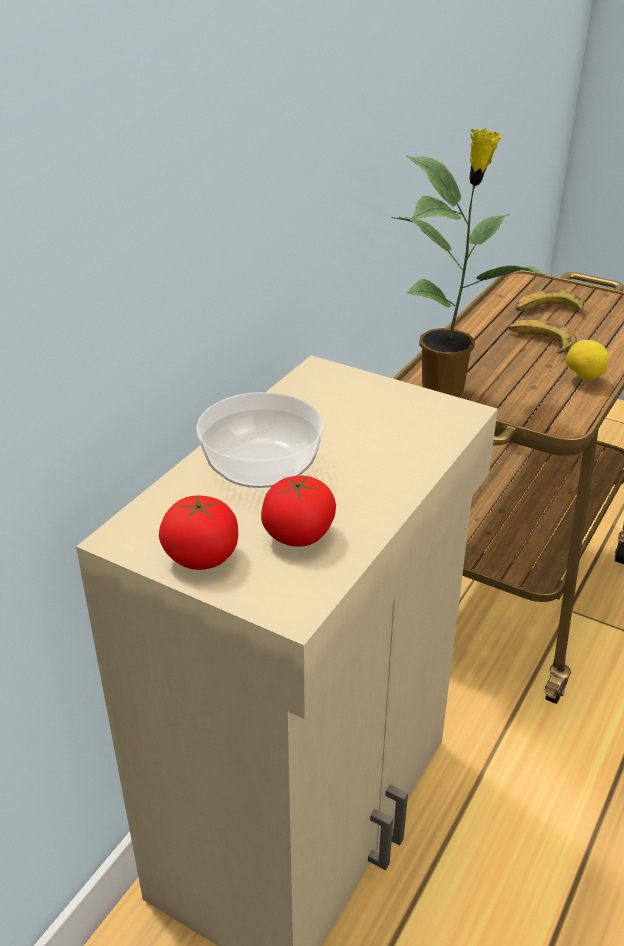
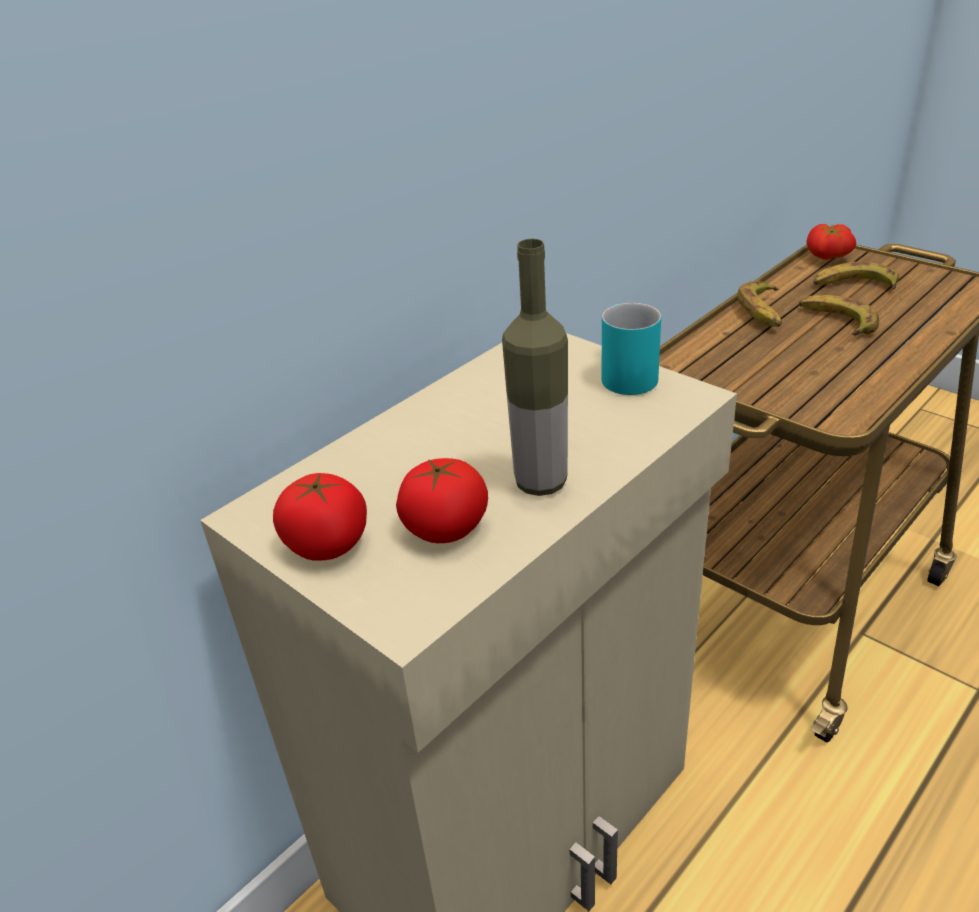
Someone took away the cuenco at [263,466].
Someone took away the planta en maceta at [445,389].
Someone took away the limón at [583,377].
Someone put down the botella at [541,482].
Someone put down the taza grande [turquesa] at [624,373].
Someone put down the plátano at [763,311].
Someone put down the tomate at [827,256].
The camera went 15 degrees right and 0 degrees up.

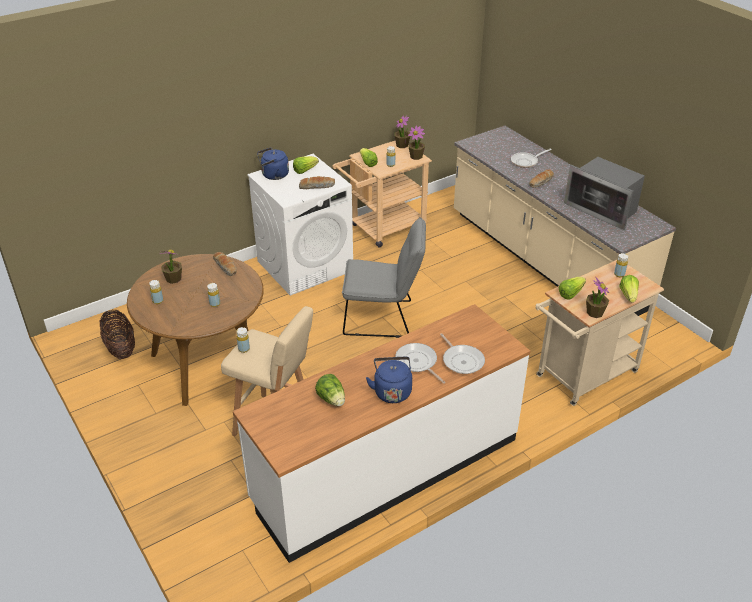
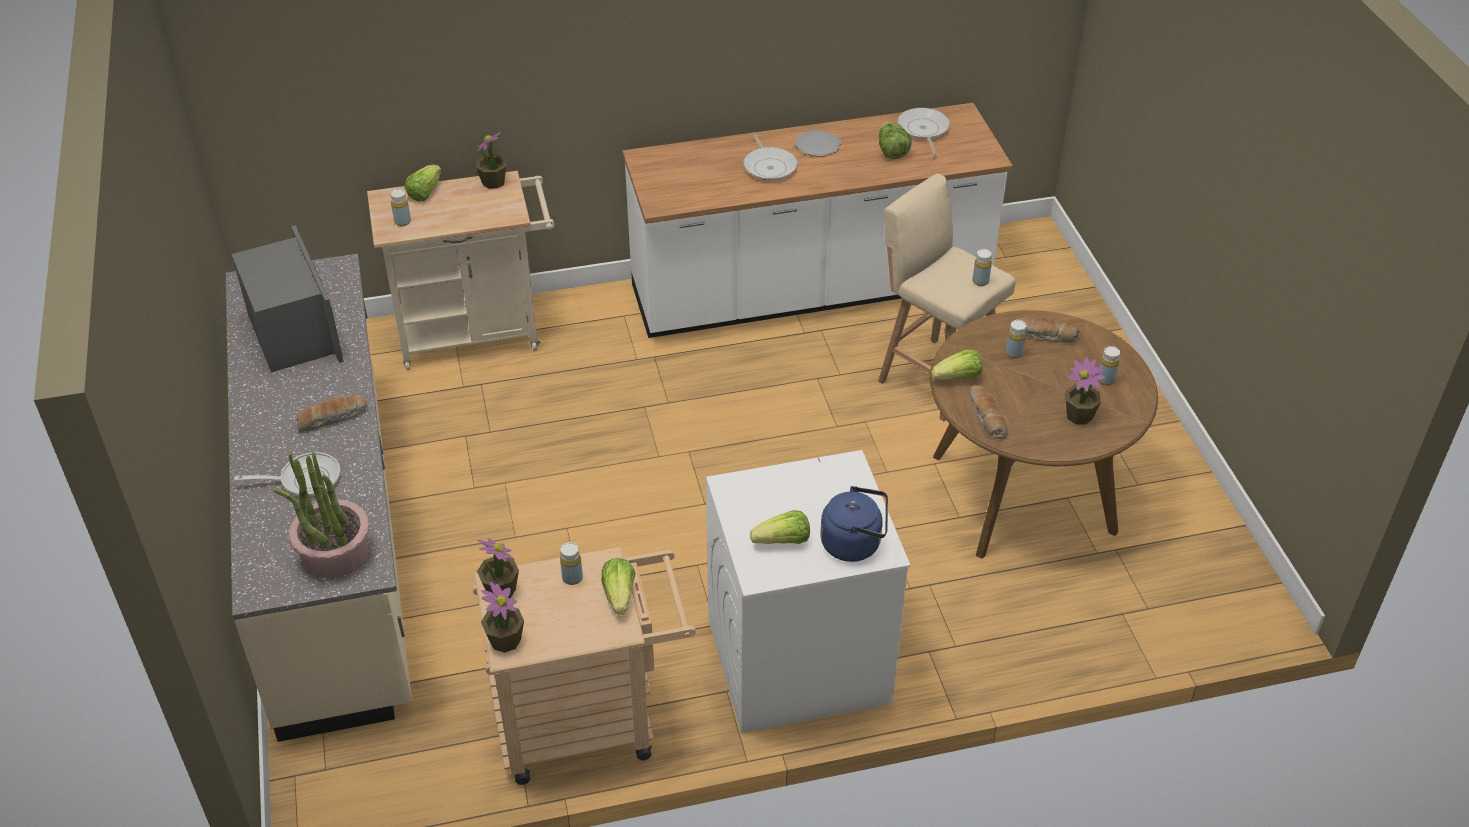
Someone took away the cesta at [121,348].
Someone took away the silla [gris] at [383,318].
Someone put down the planta en maceta at [334,553].
Someone carried the pan from [317,186] to [1045,336].
Someone carried the sartén from [462,360] to [923,130].
Someone carried the lechuga from [570,293] to [958,378].
Someone swapped the hervidor [azul] at [392,391] for the plato at [817,145].
The camera went 160 degrees left and 5 degrees up.

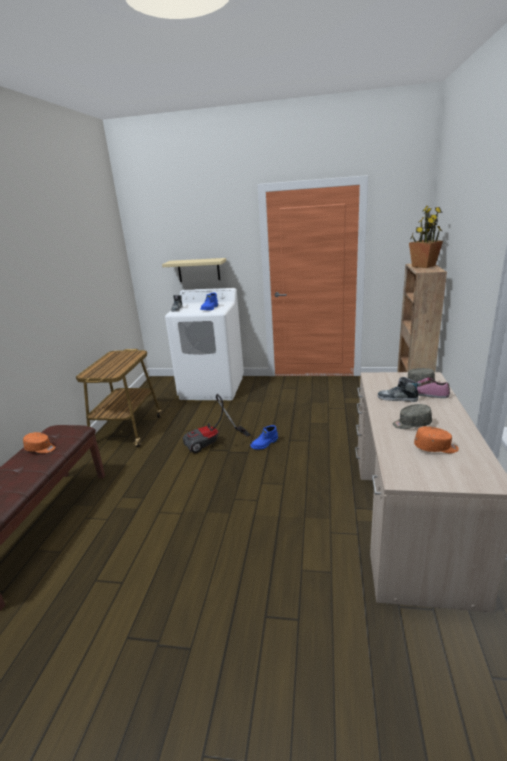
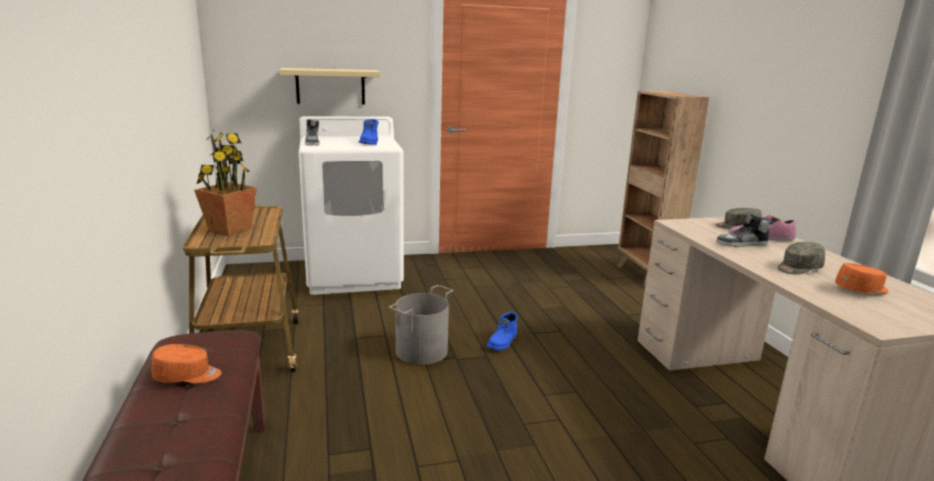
Someone carried the planta en maceta from [423,266] to [229,229].
Someone swapped the aspiradora at [212,443] for the cubo [gris] at [421,351].
The camera went 25 degrees left and 5 degrees down.

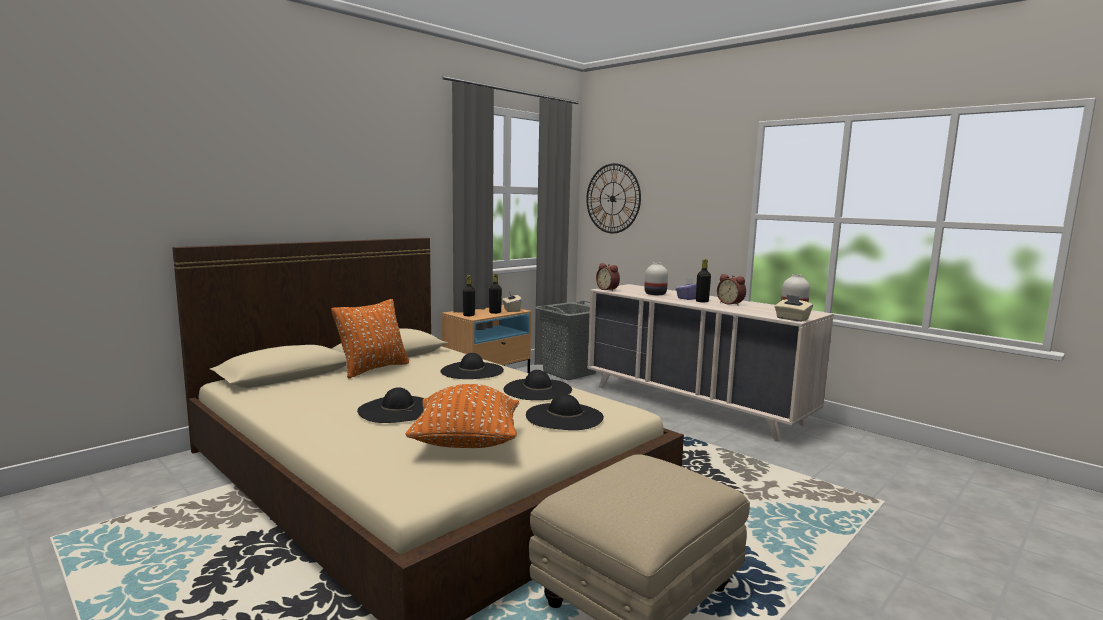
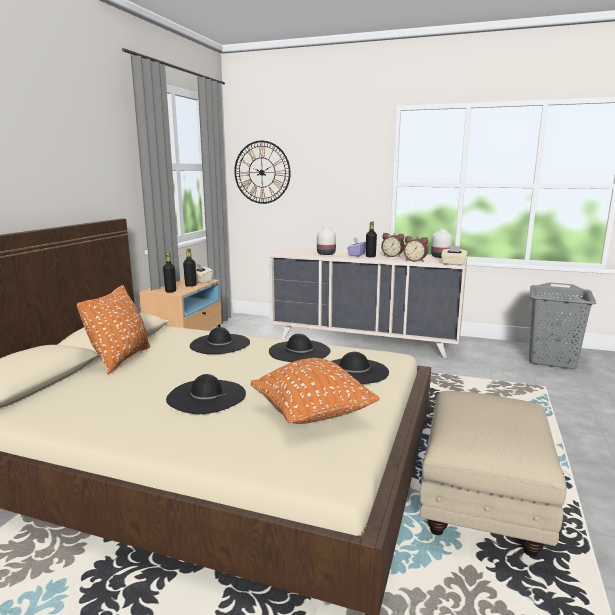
Someone carried the cesto de la ropa [gris] from [569,373] to [552,359].
Someone carried the despertador from [608,289] to [415,260].
The camera went 25 degrees left and 5 degrees up.

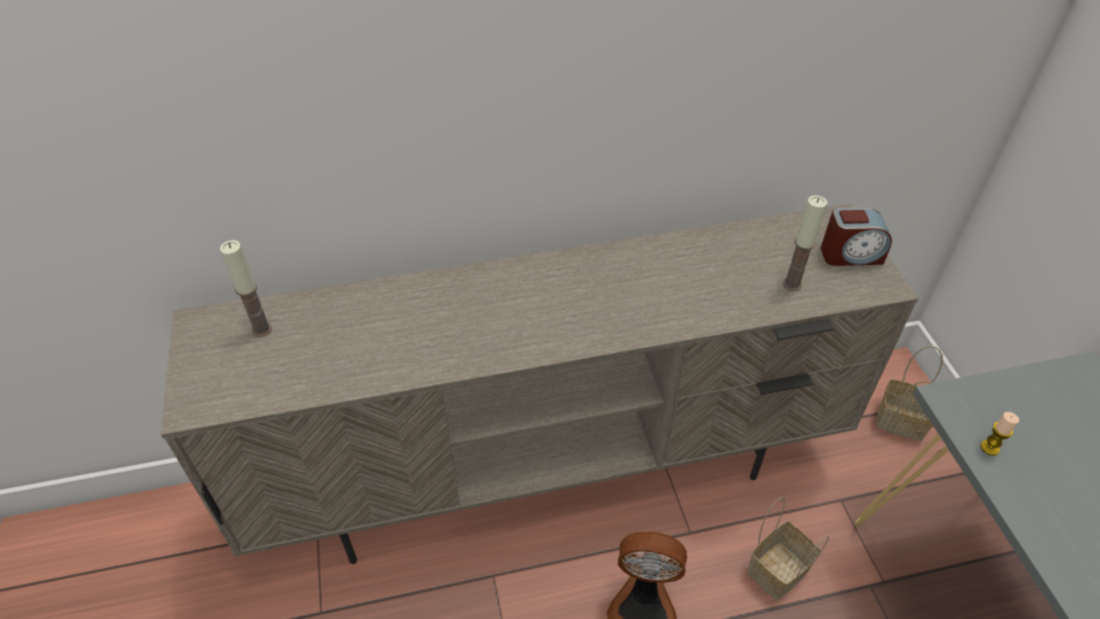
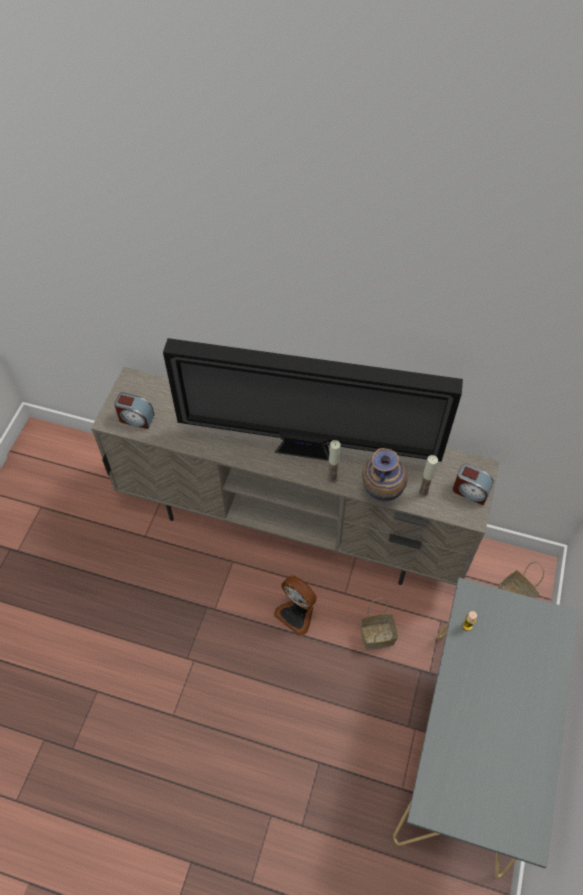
Someone put down the despertador at [136,418].
Someone put down the televisor at [308,450].
Someone put down the florero at [380,494].
Someone carried the vela from [261,329] to [332,478].
The camera went 30 degrees right and 10 degrees up.

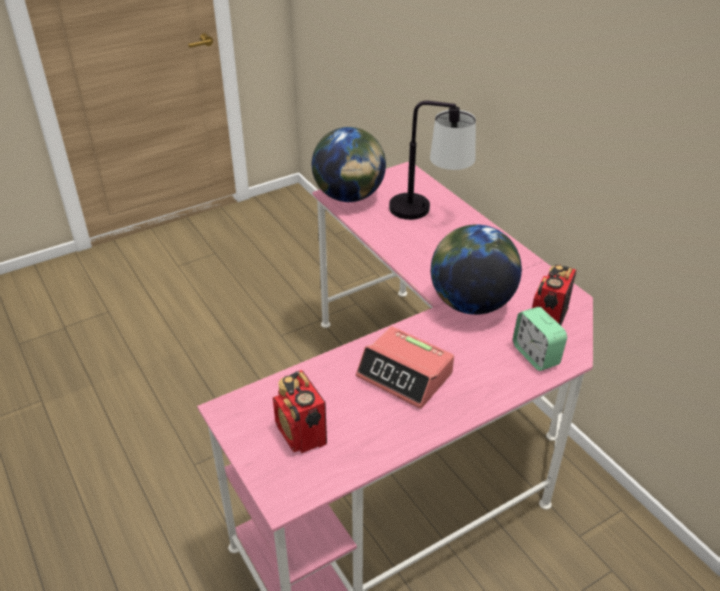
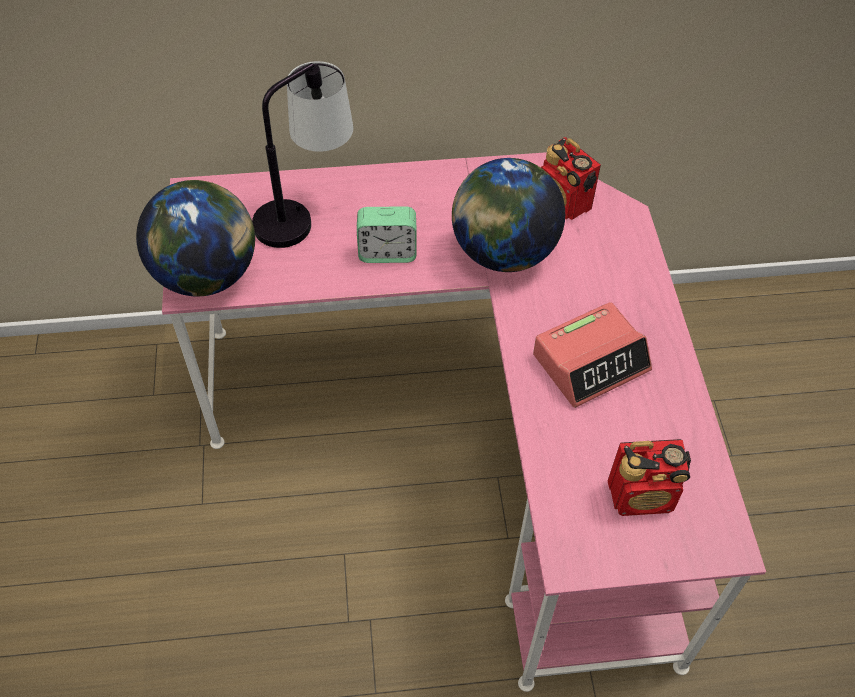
Someone carried the despertador from [535,355] to [387,252].
The camera went 65 degrees left and 15 degrees up.

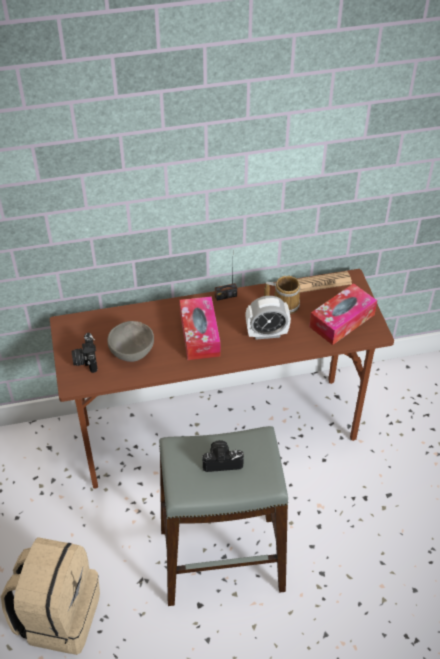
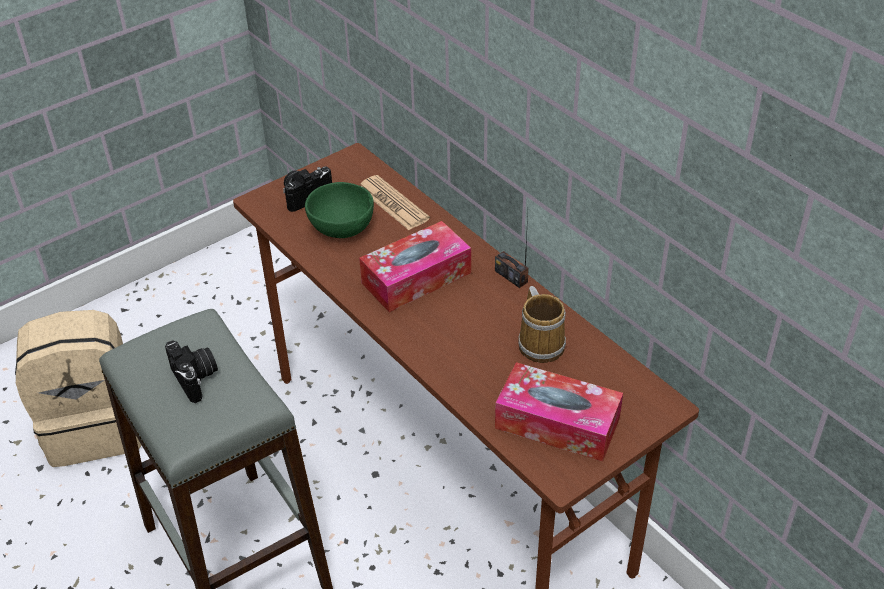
Someone took away the despertador at [266,333].
Someone carried the periódico from [322,282] to [393,203].
Someone repainted the cuenco [gris] at [133,353], which became the cuenco [verde] at [342,230].
The camera went 65 degrees right and 5 degrees down.

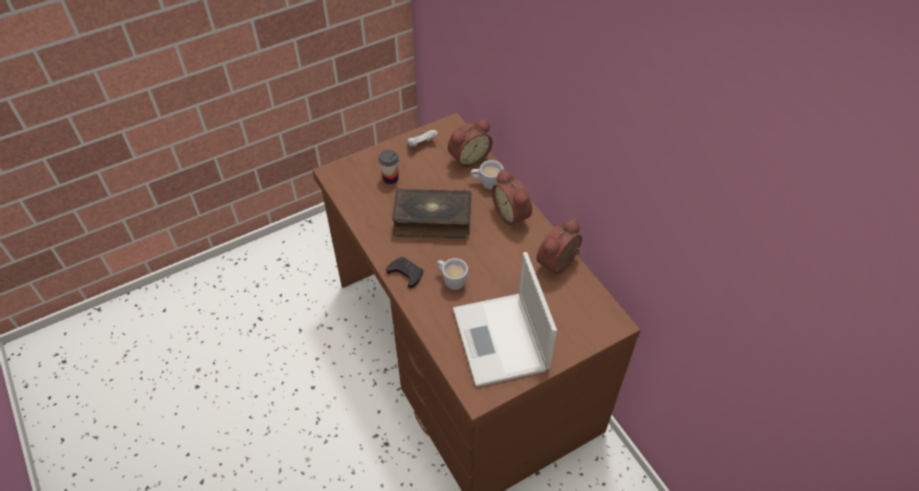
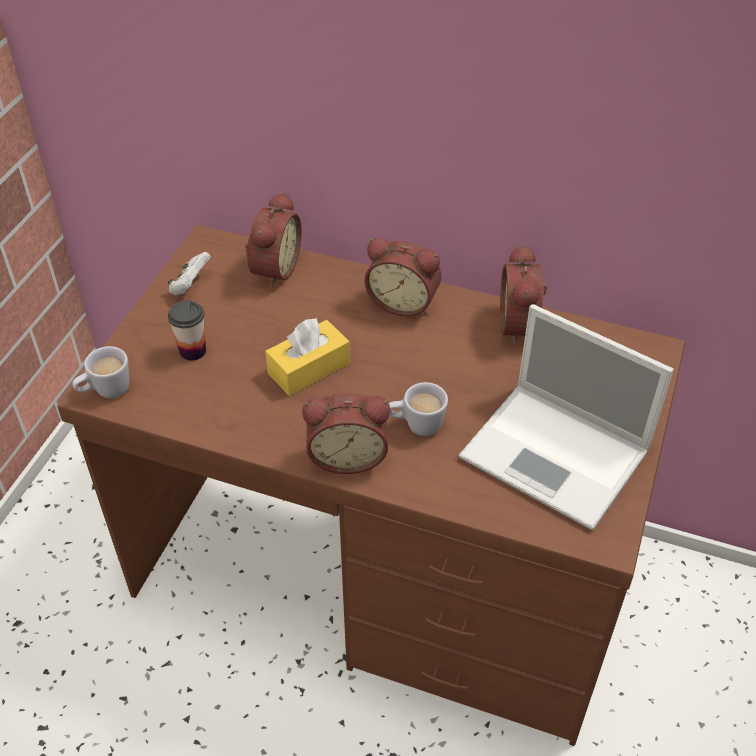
Someone carried the taza grande [blanco] from [486,183] to [106,391].
Someone swapped the mando de consola [negro] at [406,273] for the despertador at [347,455].
Someone swapped the libro at [432,220] for the caja de pañuelos [amarillo] at [309,368].
The camera went 40 degrees left and 5 degrees down.

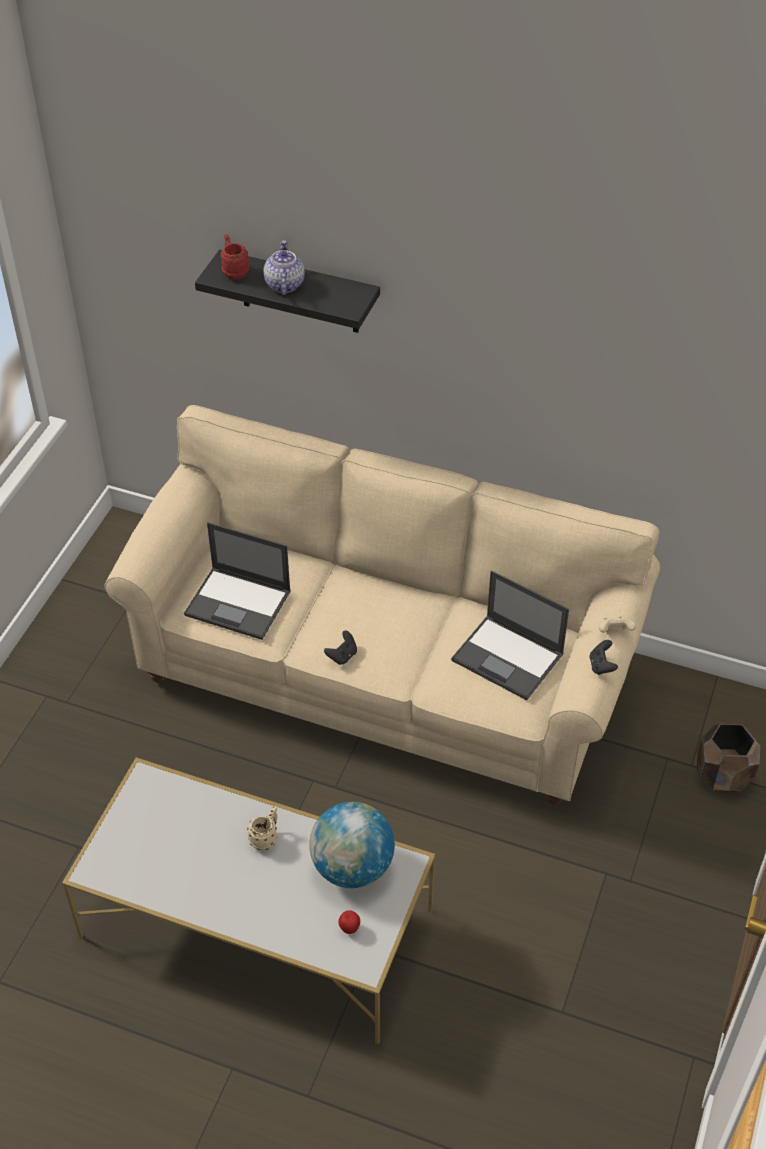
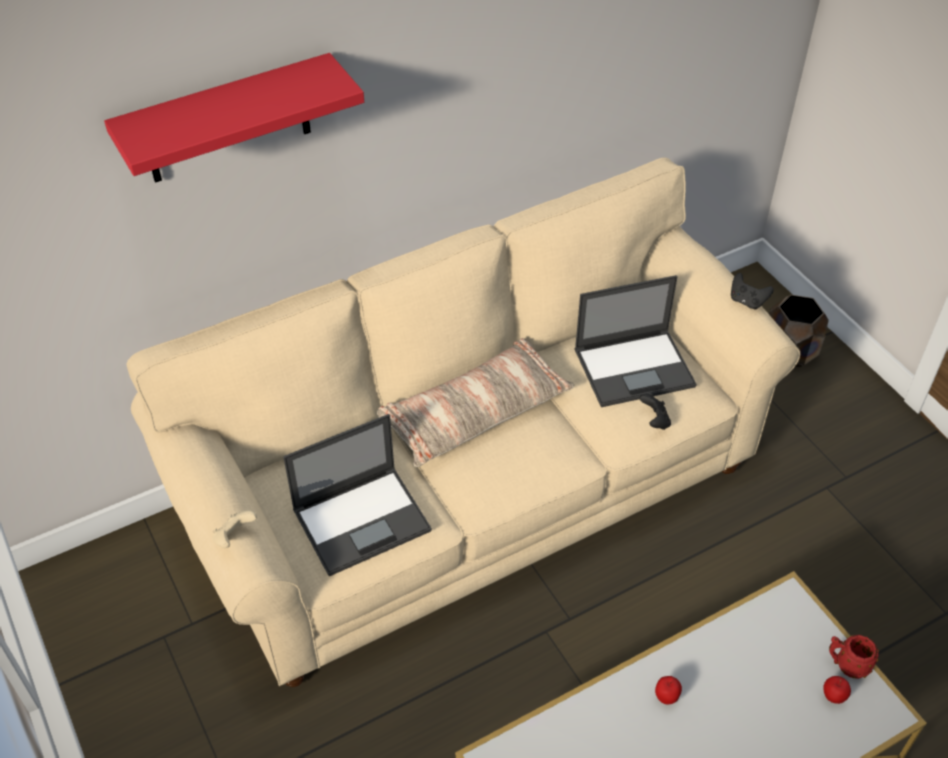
Someone took away the tetera at [284,284].
Someone took away the globo terráqueo at [352,867].
Someone put down the cojín at [475,413].
Someone carried the taza grande [rojo] from [234,271] to [846,665].
Someone carried the mando de consola [negro] from [342,656] to [654,421].
Someone carried the mando de consola [beis] from [614,632] to [234,537].
Someone swapped the taza grande [beis] at [266,838] for the manzana at [666,697].
Someone repainted the estante [negro] at [300,293], which became the estante [rojo] at [227,121].
The camera went 50 degrees left and 0 degrees up.

